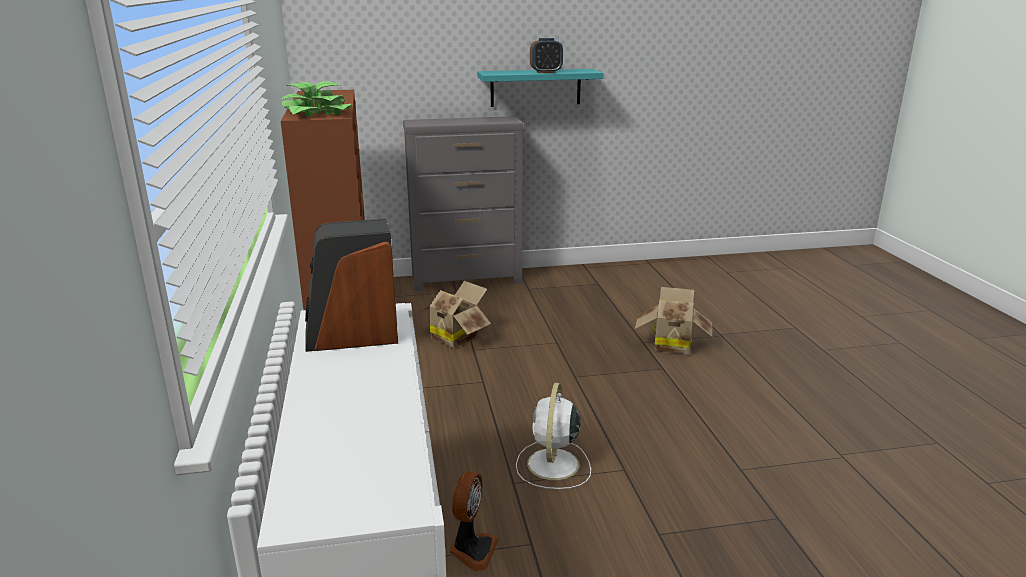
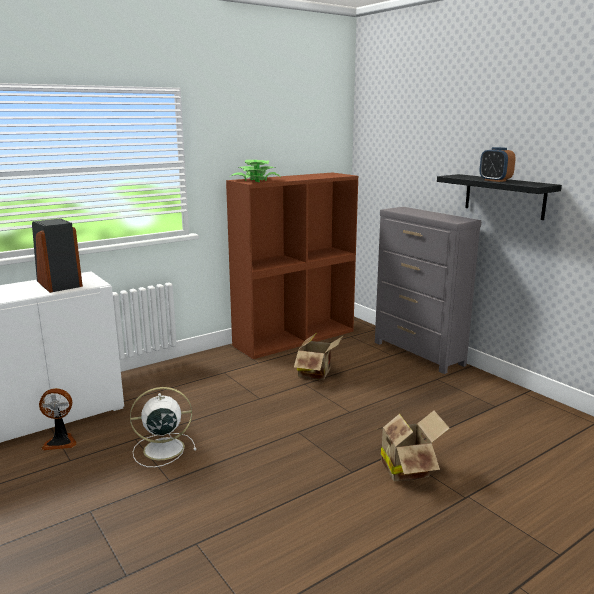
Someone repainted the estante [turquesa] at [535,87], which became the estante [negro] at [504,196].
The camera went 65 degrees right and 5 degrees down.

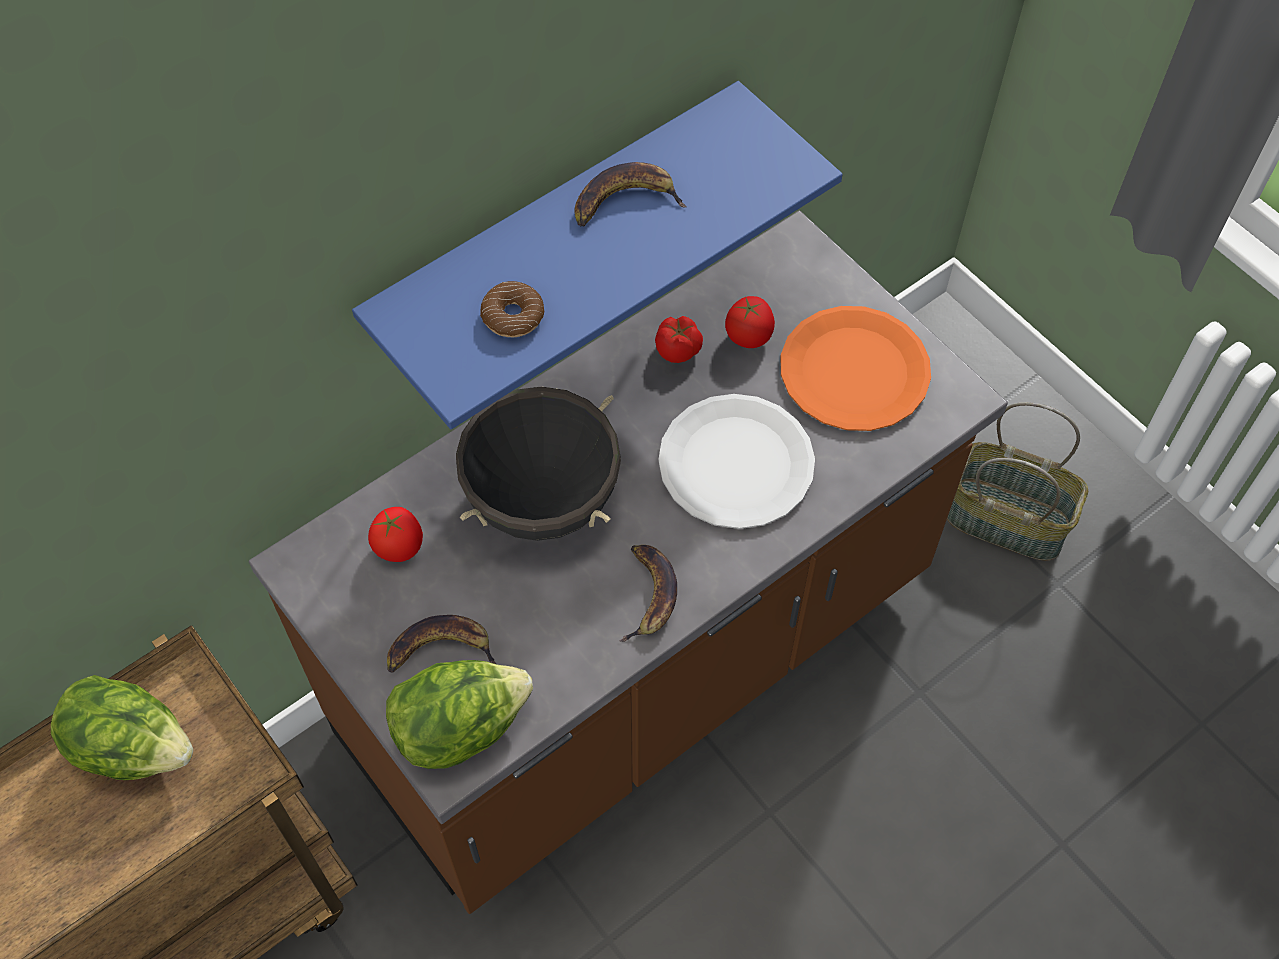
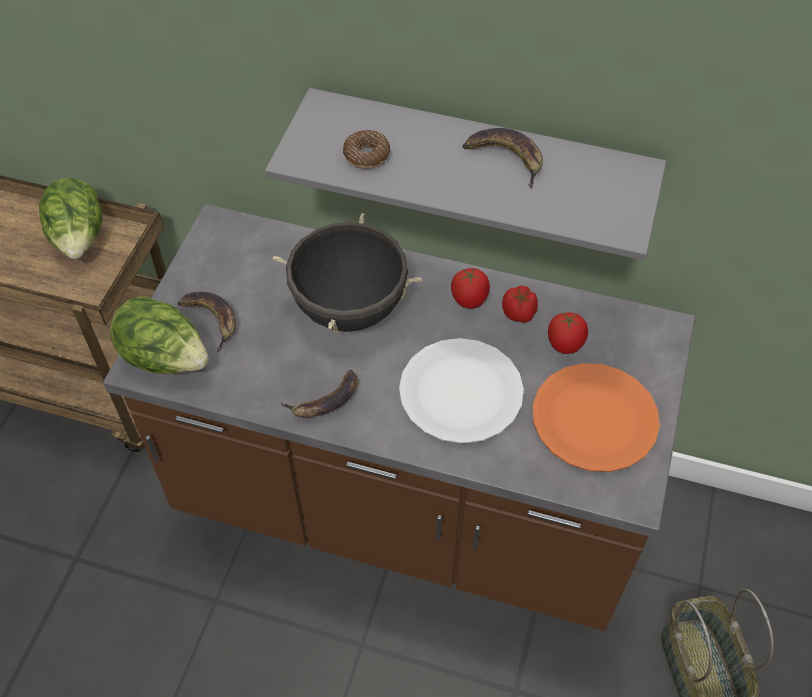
Someone carried the tomate from [399,546] to [469,299].
Someone repainted the estante [azul] at [557,232], which became the estante [gris] at [479,160].
The camera went 55 degrees right and 5 degrees down.

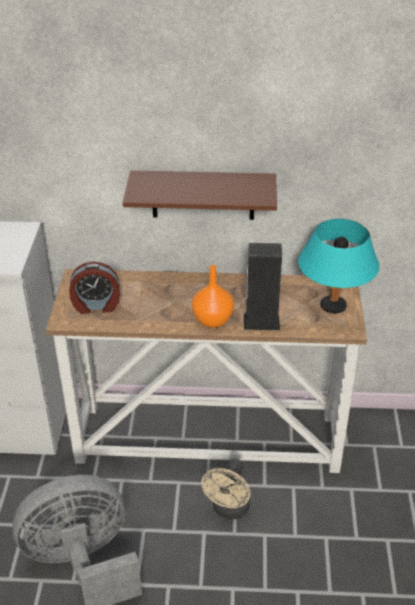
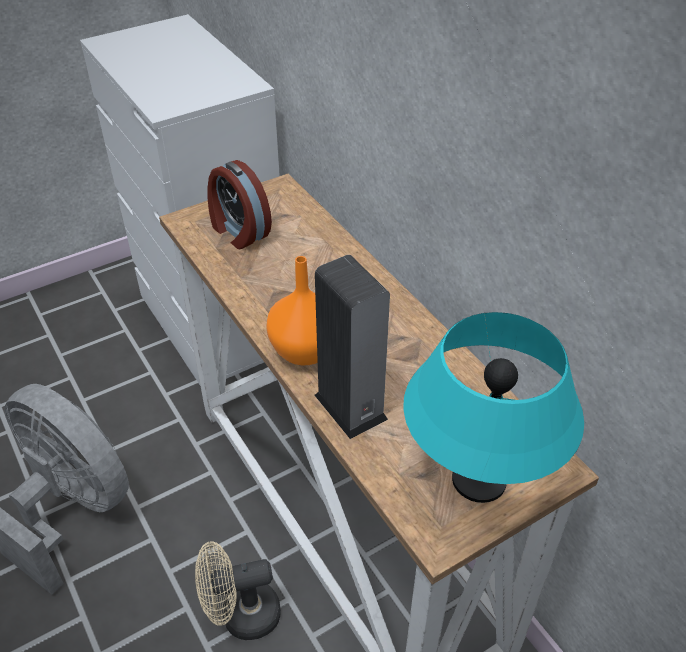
Someone took away the estante [marrón] at [203,195].
The camera went 55 degrees right and 5 degrees up.

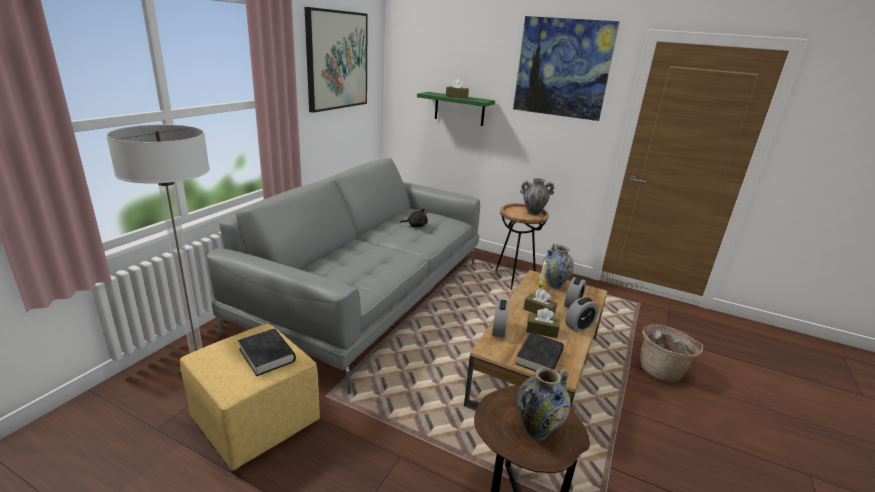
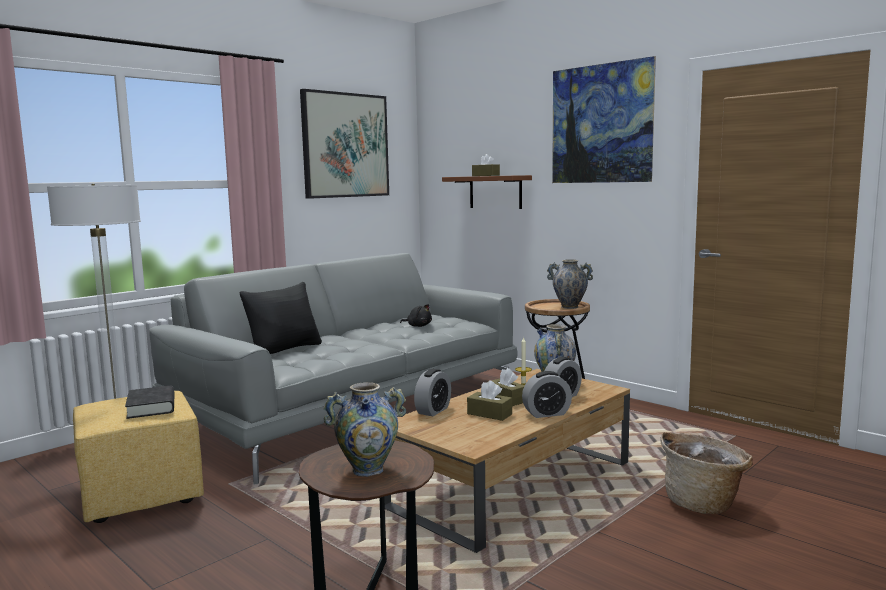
Someone took away the libro [negro] at [539,358].
Someone put down the cojín [negro] at [285,349].
Someone repainted the estante [verde] at [459,109], which became the estante [marrón] at [495,192].
The camera went 20 degrees right and 15 degrees down.

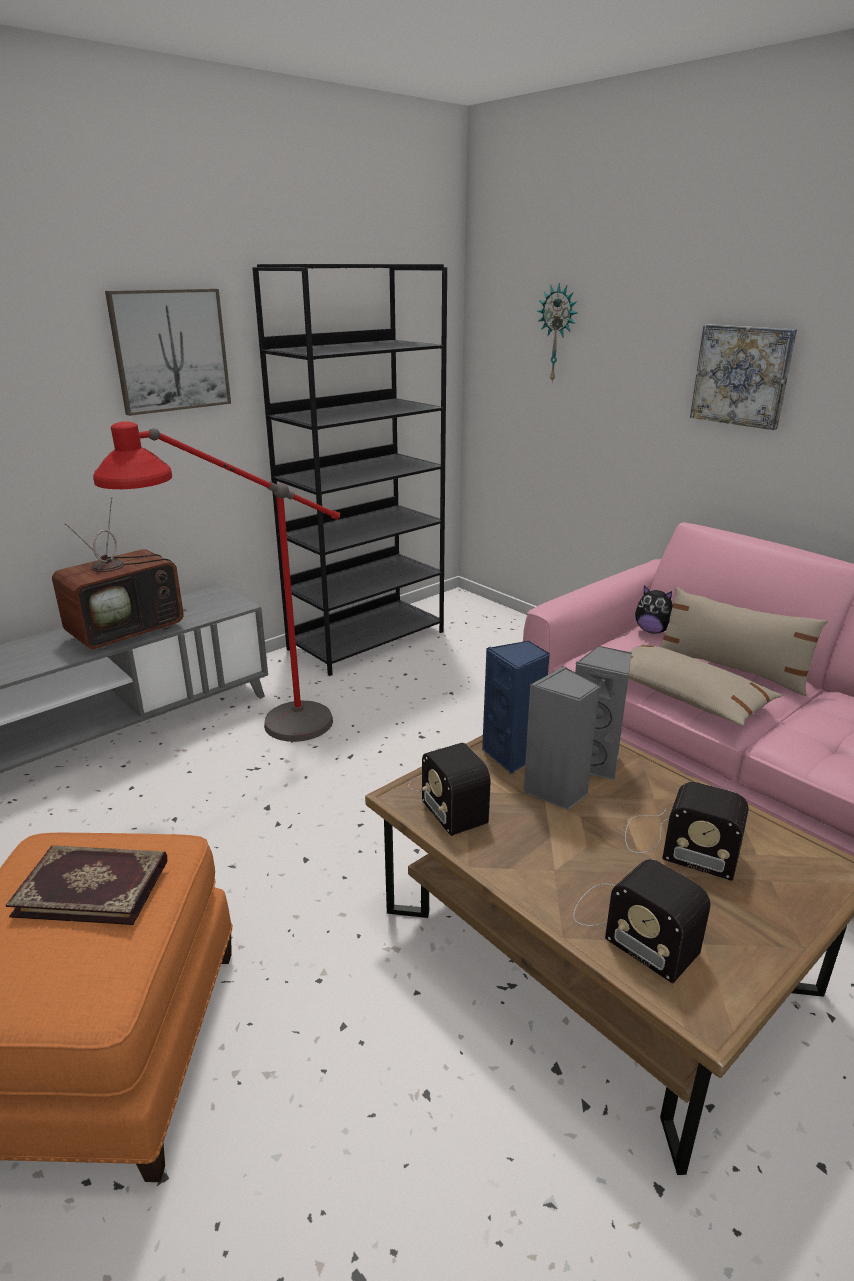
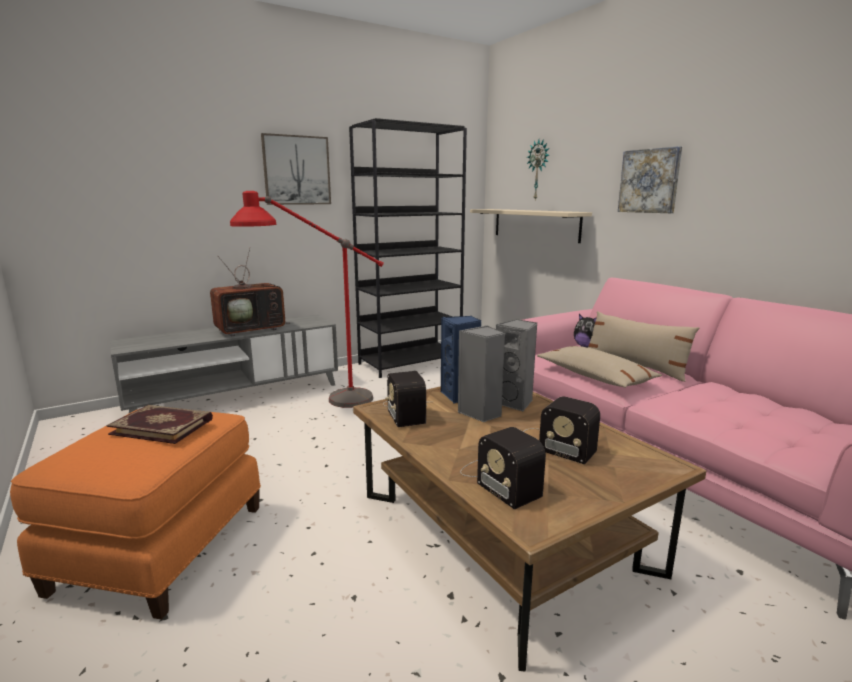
Someone put up the estante [beis] at [535,224].
The camera went 10 degrees right and 10 degrees down.

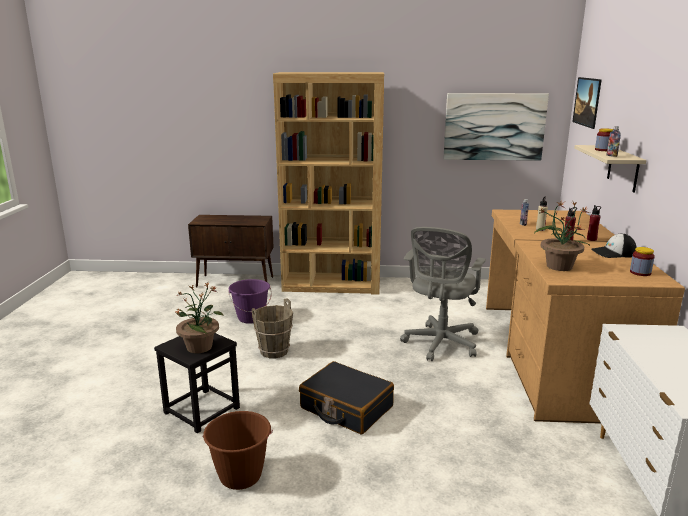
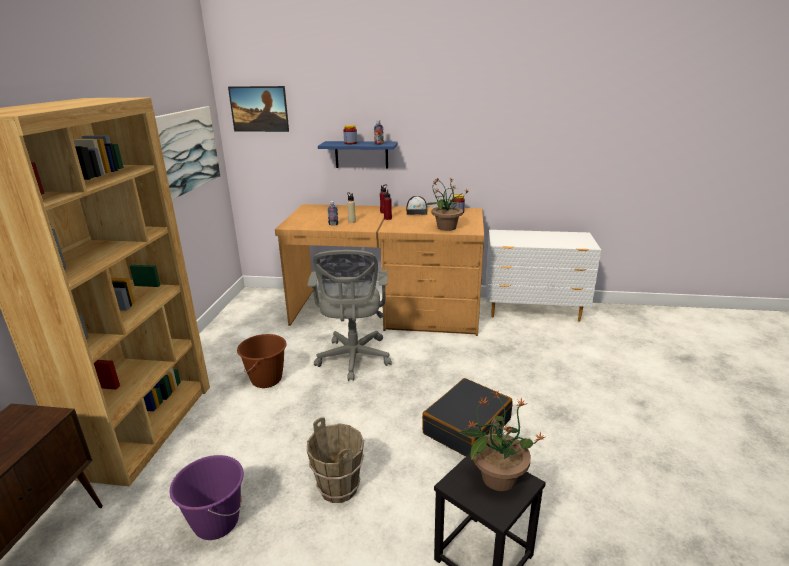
Someone carried the cubo [marrón] from [240,476] to [267,379].
Someone repainted the estante [beis] at [623,168], which became the estante [azul] at [361,154].
Someone rotated the silla de oficina [gris] at [440,344] by 60 degrees clockwise.
The camera went 85 degrees left and 5 degrees up.

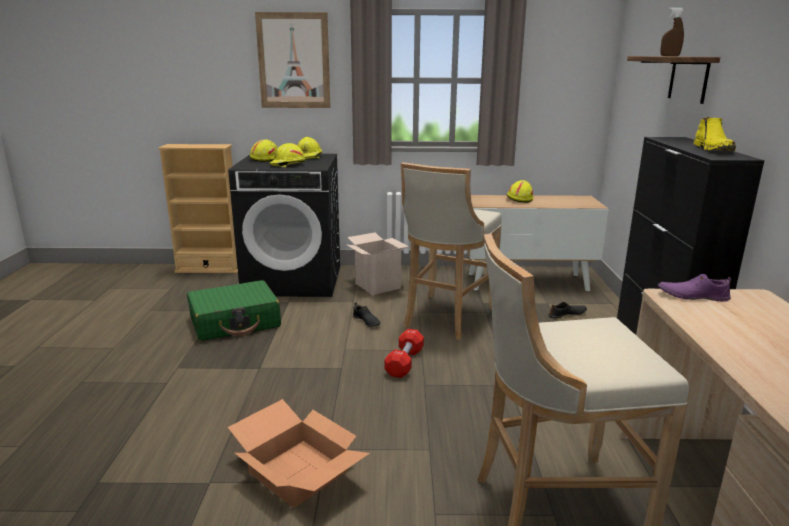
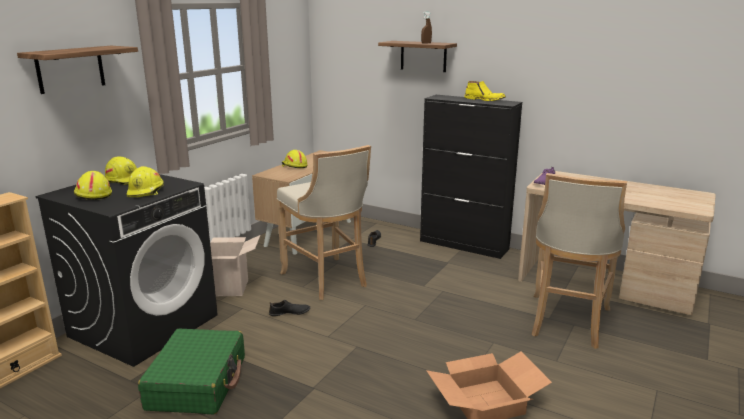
Someone took away the mancuerna [rojo] at [404,362].
Someone swapped the cuadro at [293,61] for the estante at [70,69].
The camera went 60 degrees left and 0 degrees up.

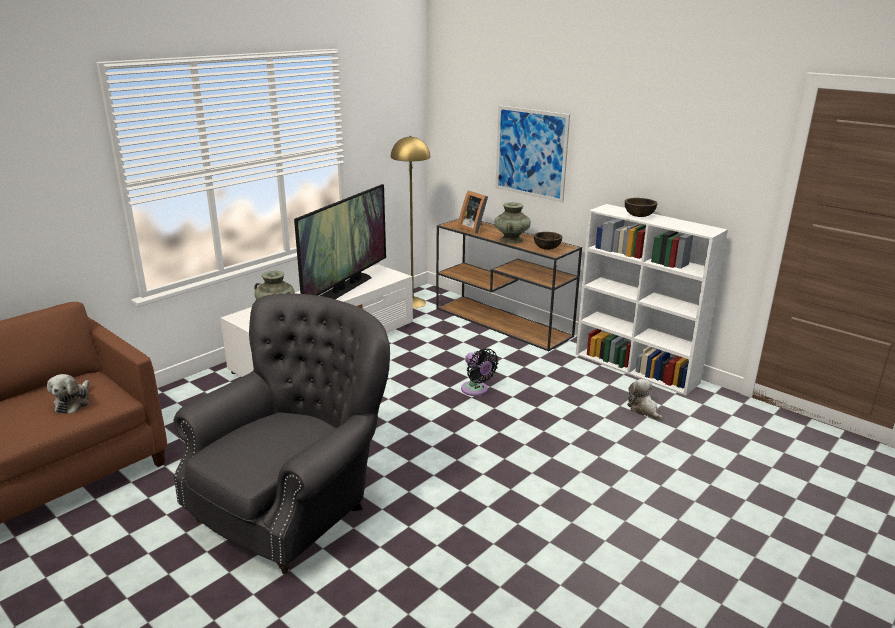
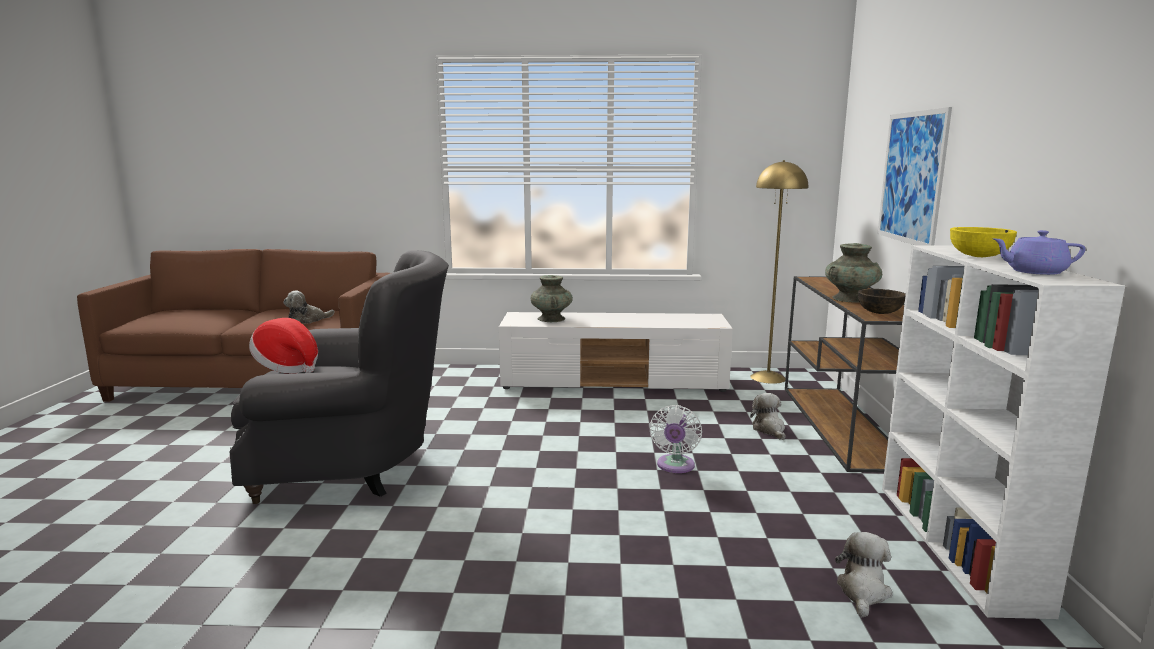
Someone took away the televisor at [345,288].
Someone took away the portarretratos at [474,228].
Someone put down the sombrero at [287,367].
Someone put down the peluche at [769,430].
Someone put down the tetera [morado] at [1034,272].
Someone repainted the ventilador [negro] at [476,390], which became the ventilador [blanco] at [675,466].
Someone repainted the cuenco [marrón] at [639,216], which became the cuenco [amarillo] at [979,256].
The camera went 50 degrees right and 10 degrees down.

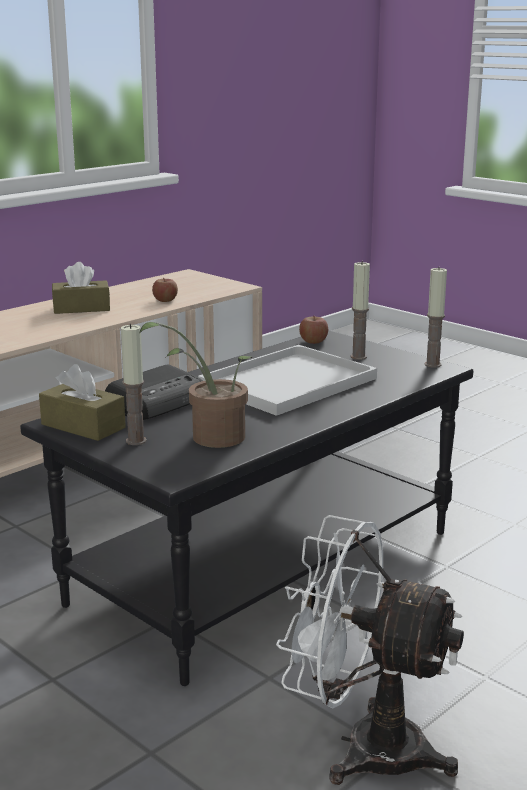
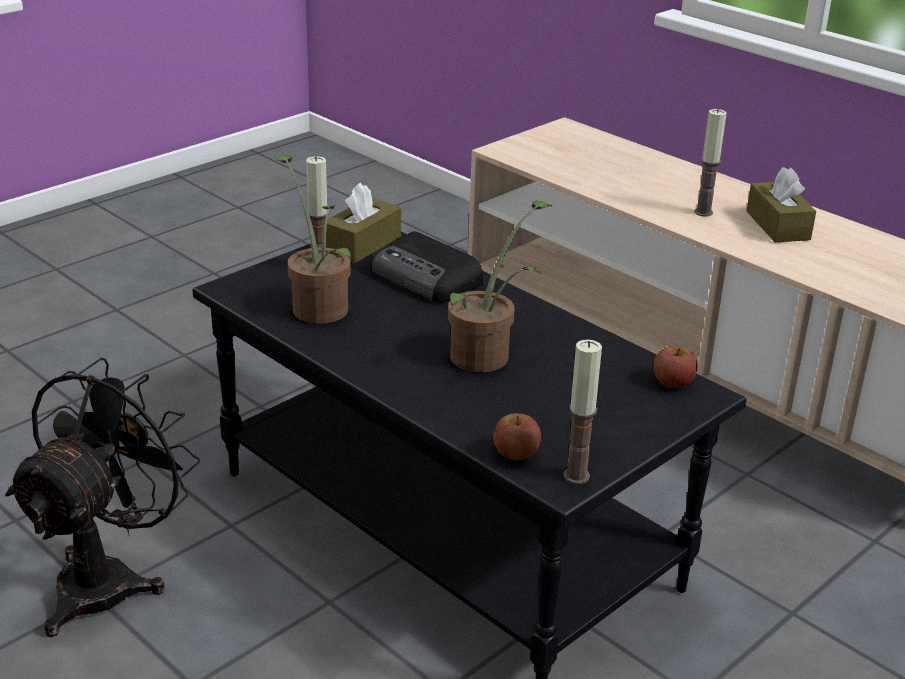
Someone carried the manzana from [165,300] to [516,453].
Someone carried the vela from [358,357] to [703,212].
Someone swapped the bandeja [blanco] at [287,383] for the planta en maceta at [487,354].
Someone repainted the ventilador [blanco] at [364,746], which became the ventilador [negro] at [109,579].
The camera went 90 degrees right and 10 degrees up.

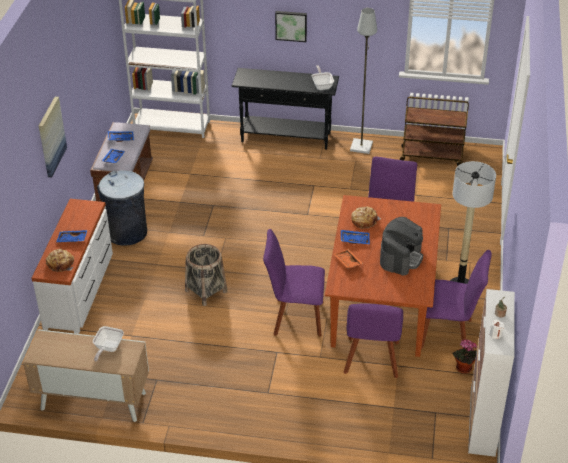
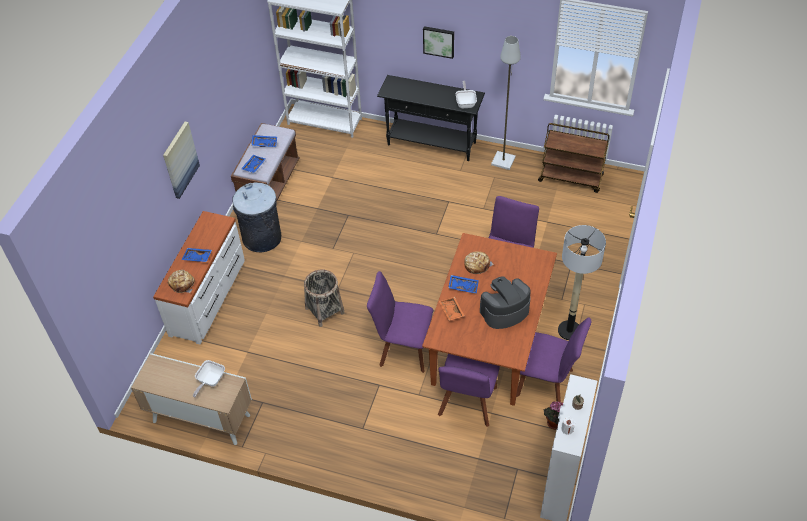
Someone rotated the cafetera at [401,257] by 150 degrees counterclockwise.
The camera went 10 degrees right and 10 degrees up.

